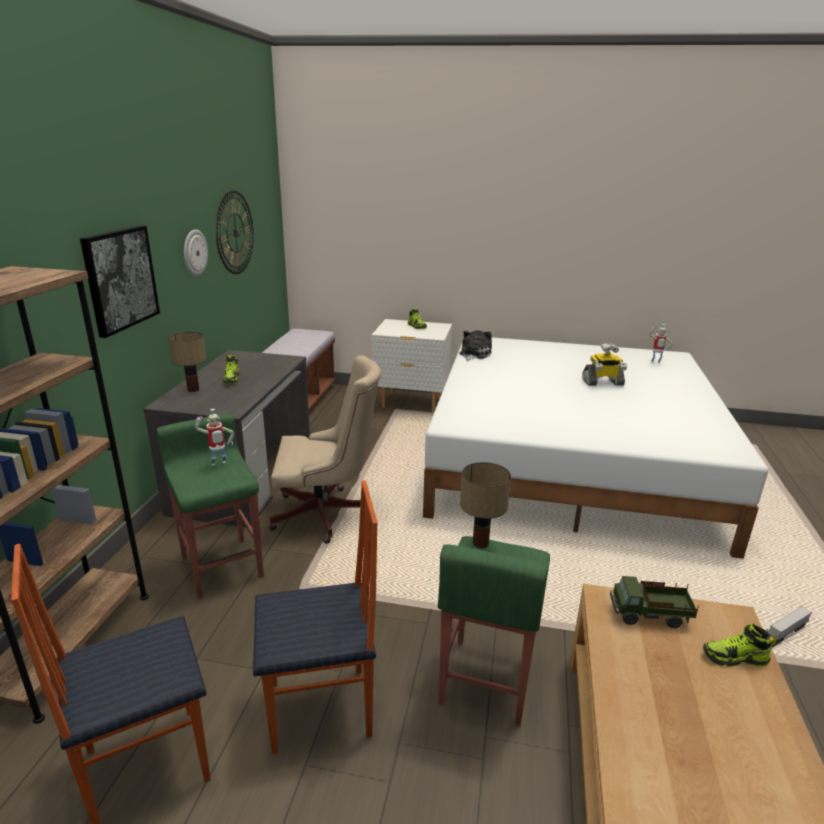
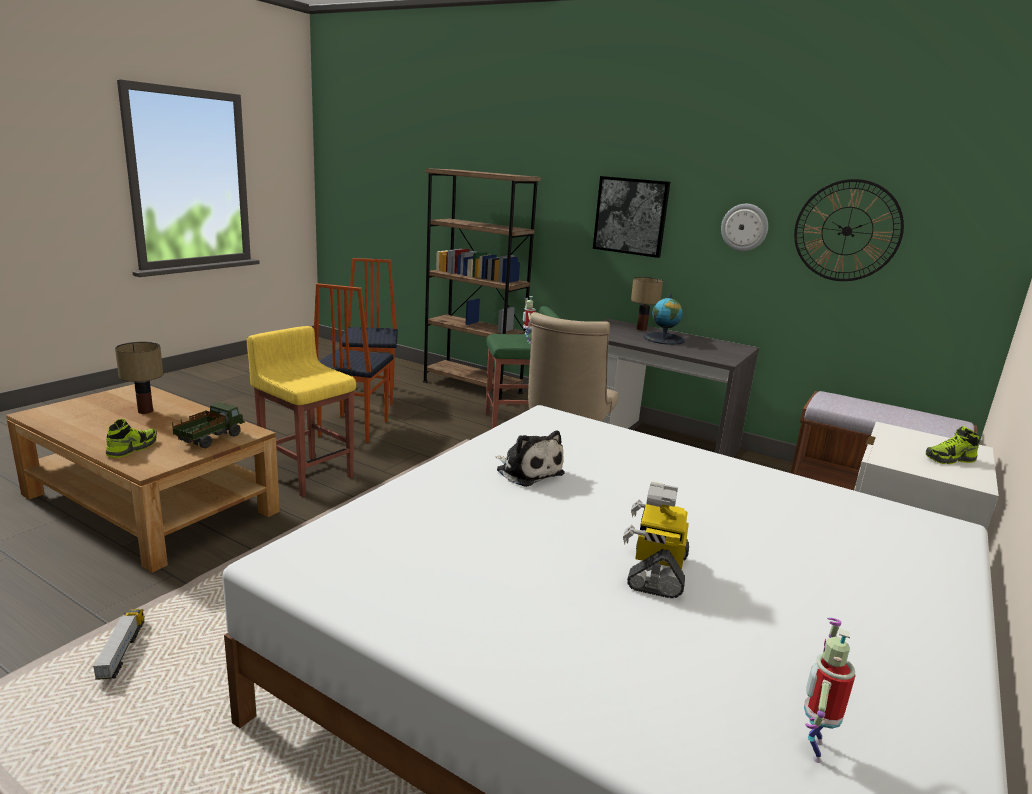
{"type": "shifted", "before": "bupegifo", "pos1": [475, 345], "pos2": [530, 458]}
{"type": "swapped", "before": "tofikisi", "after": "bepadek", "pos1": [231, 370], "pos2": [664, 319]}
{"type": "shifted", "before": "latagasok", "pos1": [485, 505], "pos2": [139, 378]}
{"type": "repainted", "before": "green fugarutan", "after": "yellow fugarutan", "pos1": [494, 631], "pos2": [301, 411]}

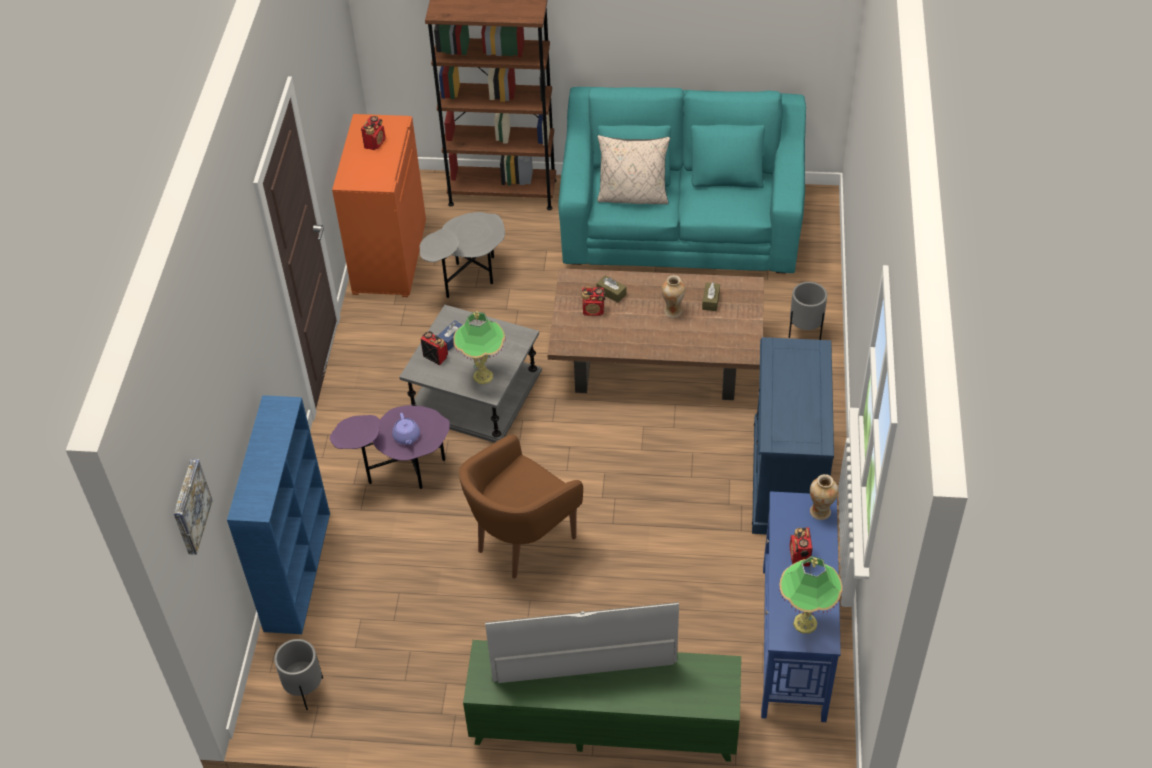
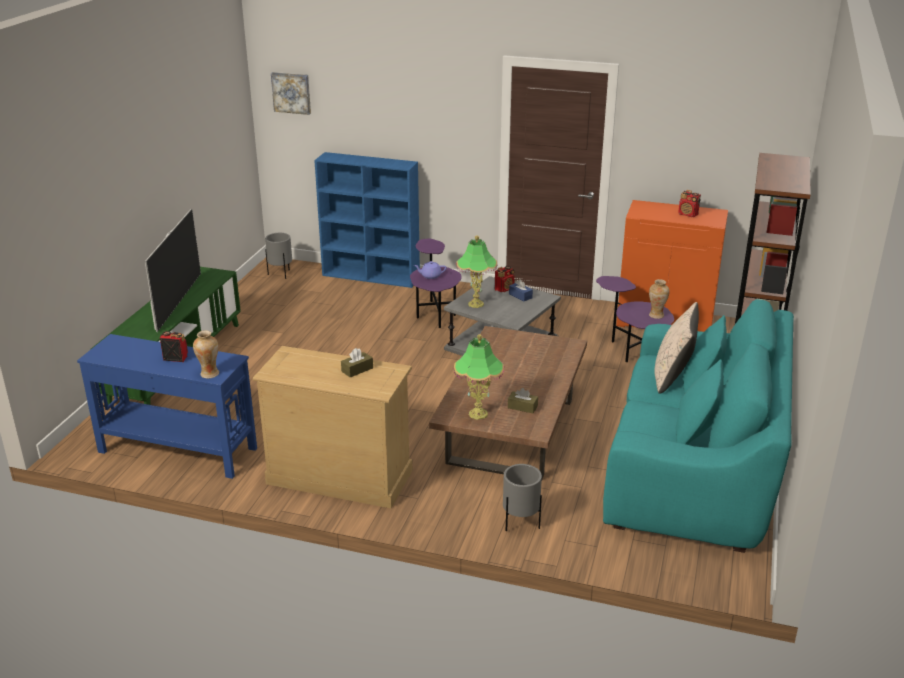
{"type": "repainted", "before": "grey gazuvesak", "after": "purple gazuvesak", "pos1": [462, 255], "pos2": [635, 319]}
{"type": "shifted", "before": "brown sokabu", "pos1": [611, 289], "pos2": [357, 363]}
{"type": "shifted", "before": "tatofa", "pos1": [673, 296], "pos2": [659, 299]}
{"type": "gone", "before": "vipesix", "pos1": [593, 301]}
{"type": "repainted", "before": "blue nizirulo", "after": "beige nizirulo", "pos1": [793, 436], "pos2": [333, 427]}
{"type": "gone", "before": "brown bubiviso", "pos1": [521, 507]}
{"type": "shifted", "before": "latagasok", "pos1": [811, 595], "pos2": [479, 377]}

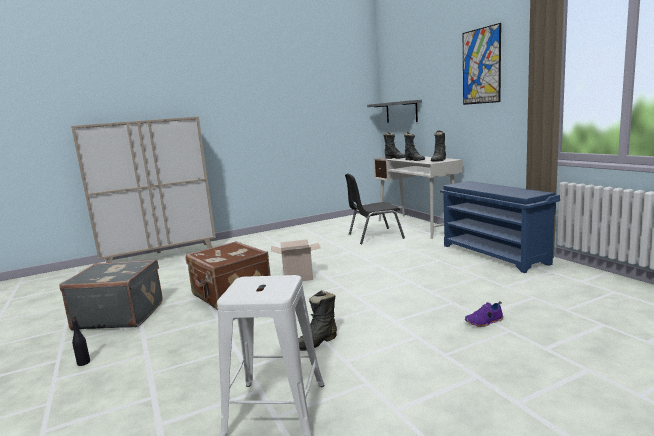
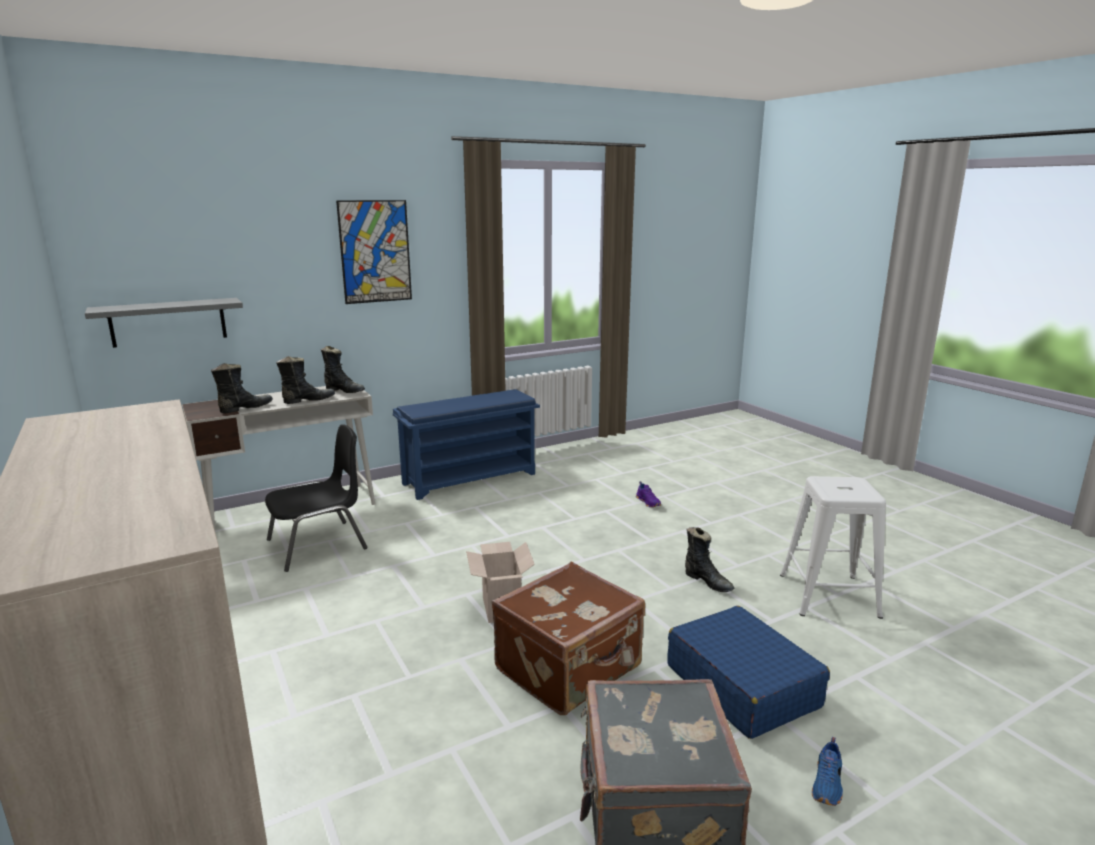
{"type": "rotated", "before": "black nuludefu", "pos1": [375, 209], "pos2": [316, 498], "turn": -105}
{"type": "swapped", "before": "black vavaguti", "after": "blue tofikisi", "pos1": [81, 341], "pos2": [827, 771]}
{"type": "new", "after": "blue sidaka", "pos2": [748, 672]}

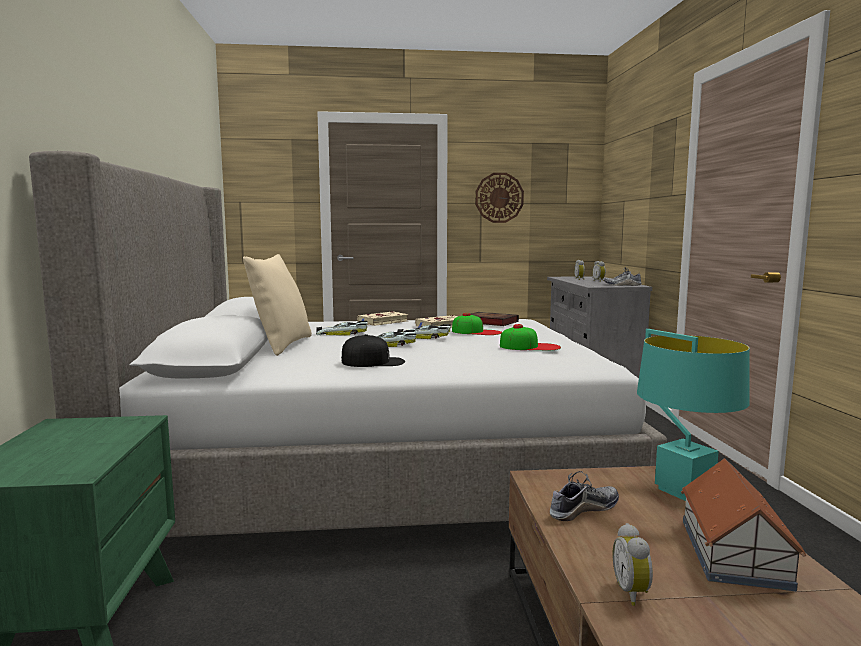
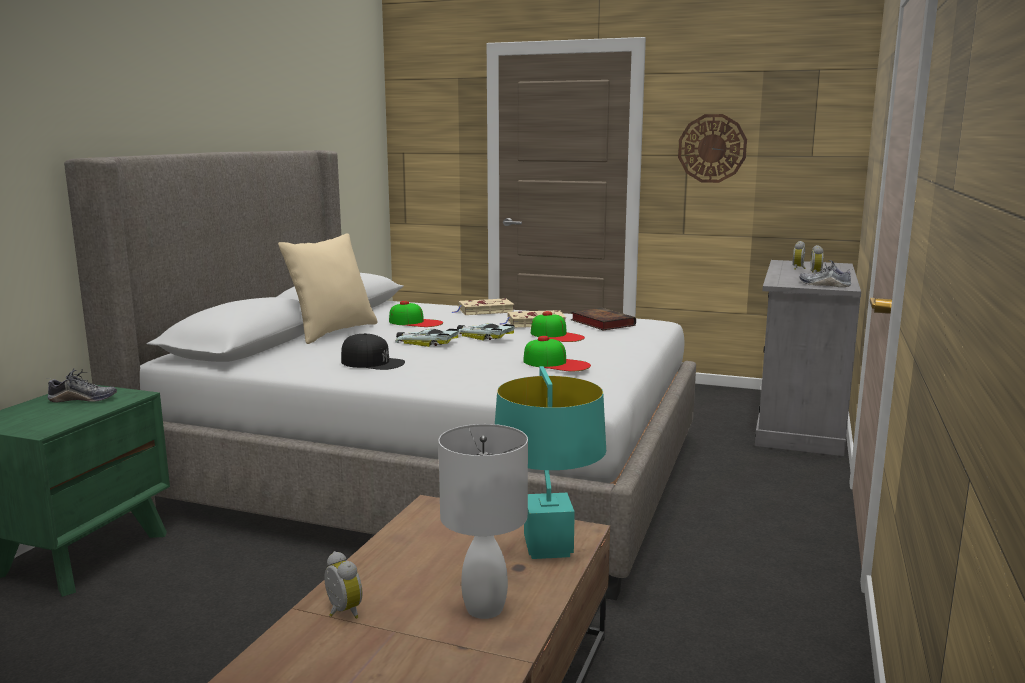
{"type": "swapped", "before": "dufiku", "after": "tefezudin", "pos1": [342, 328], "pos2": [416, 314]}
{"type": "swapped", "before": "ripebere", "after": "white latagasok", "pos1": [743, 524], "pos2": [483, 521]}
{"type": "shifted", "before": "tofikisi", "pos1": [584, 496], "pos2": [81, 385]}
{"type": "rotated", "before": "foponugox", "pos1": [633, 564], "pos2": [343, 585], "turn": 120}

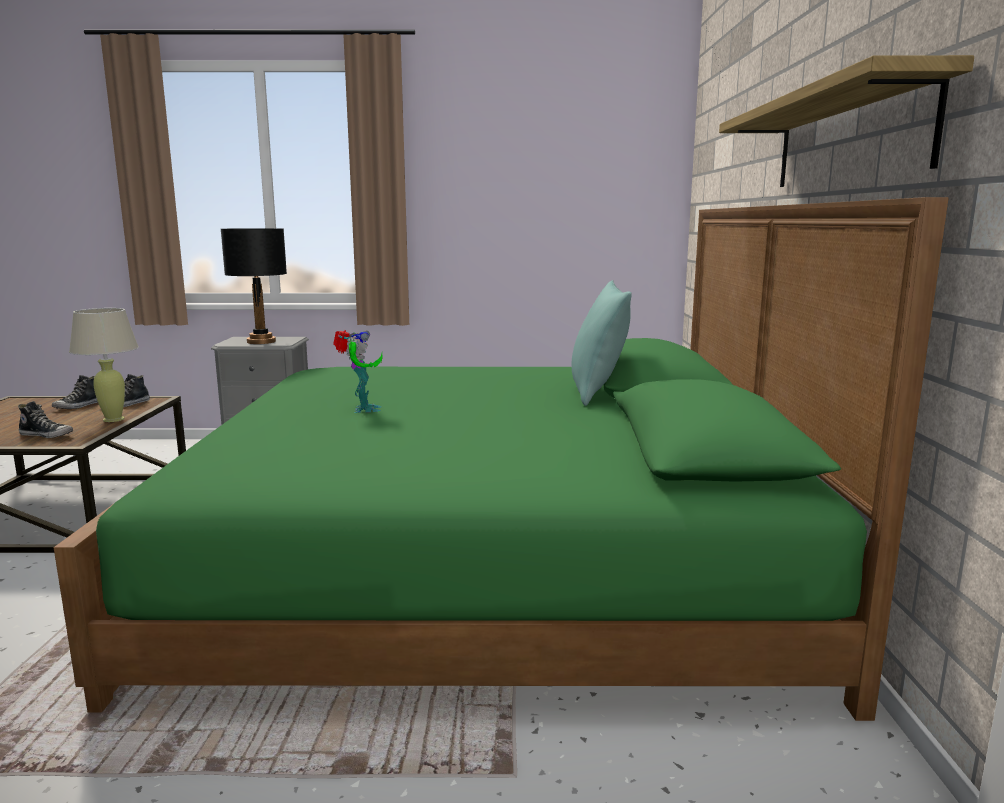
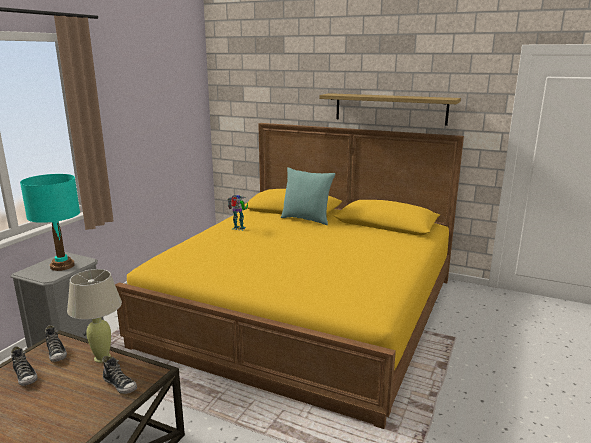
{"type": "repainted", "before": "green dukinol", "after": "yellow dukinol", "pos1": [501, 459], "pos2": [289, 276]}
{"type": "repainted", "before": "black latagasok", "after": "turquoise latagasok", "pos1": [254, 286], "pos2": [50, 222]}
{"type": "shifted", "before": "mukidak", "pos1": [358, 371], "pos2": [238, 213]}
{"type": "rotated", "before": "tofikisi", "pos1": [45, 419], "pos2": [119, 375], "turn": 90}

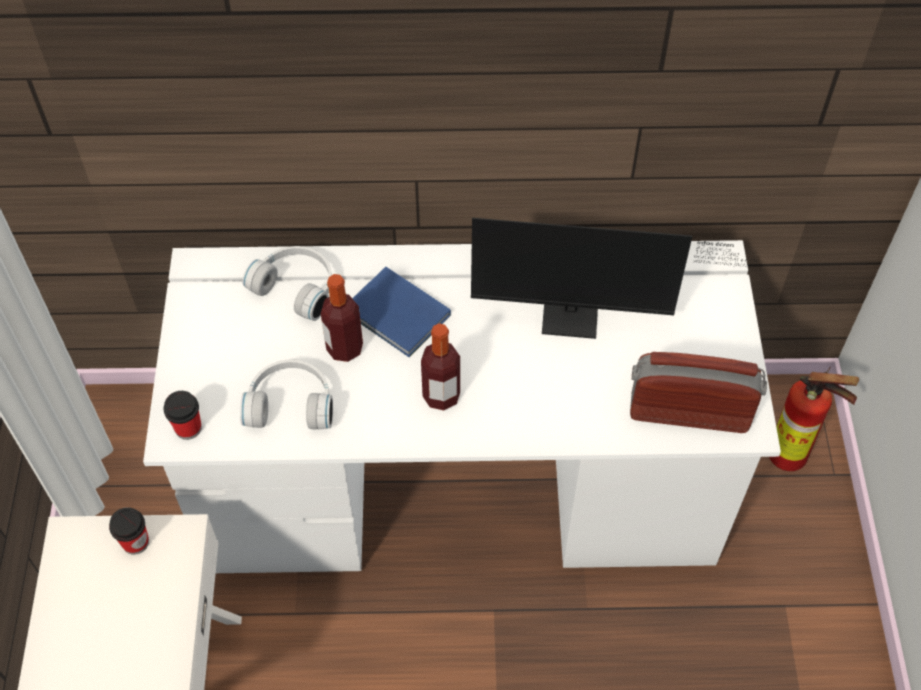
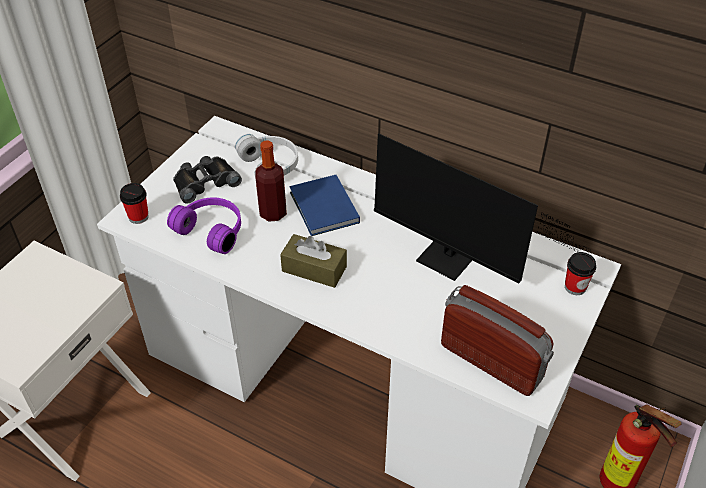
{"type": "swapped", "before": "vavaguti", "after": "brown sokabu", "pos1": [440, 366], "pos2": [313, 261]}
{"type": "repainted", "before": "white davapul", "after": "purple davapul", "pos1": [286, 394], "pos2": [204, 225]}
{"type": "shifted", "before": "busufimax", "pos1": [129, 531], "pos2": [580, 273]}
{"type": "new", "after": "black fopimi", "pos2": [207, 180]}

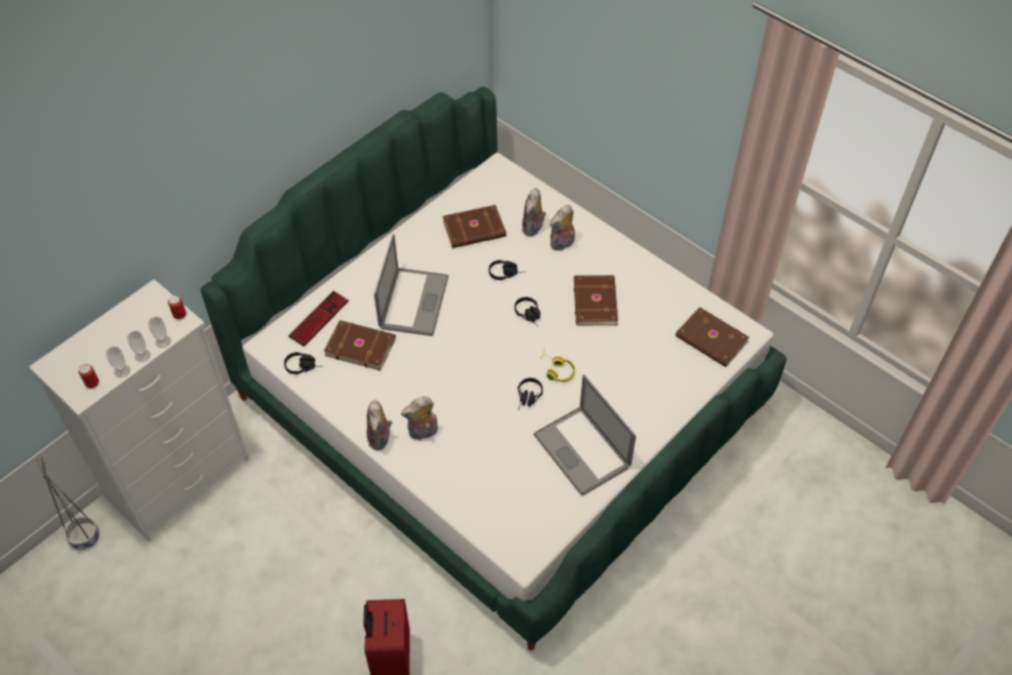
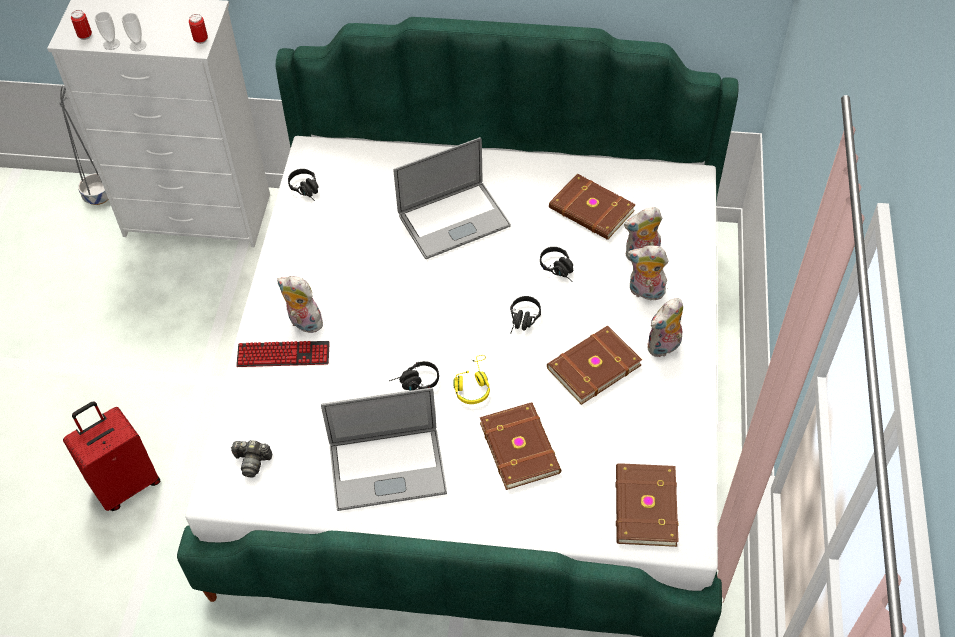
{"type": "shifted", "before": "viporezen", "pos1": [318, 319], "pos2": [283, 354]}
{"type": "gone", "before": "busufimax", "pos1": [159, 332]}
{"type": "shifted", "before": "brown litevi", "pos1": [360, 345], "pos2": [520, 446]}
{"type": "rotated", "before": "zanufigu", "pos1": [584, 435], "pos2": [384, 449], "turn": -120}
{"type": "shifted", "before": "bupegifo", "pos1": [379, 425], "pos2": [665, 327]}
{"type": "new", "after": "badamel", "pos2": [251, 459]}

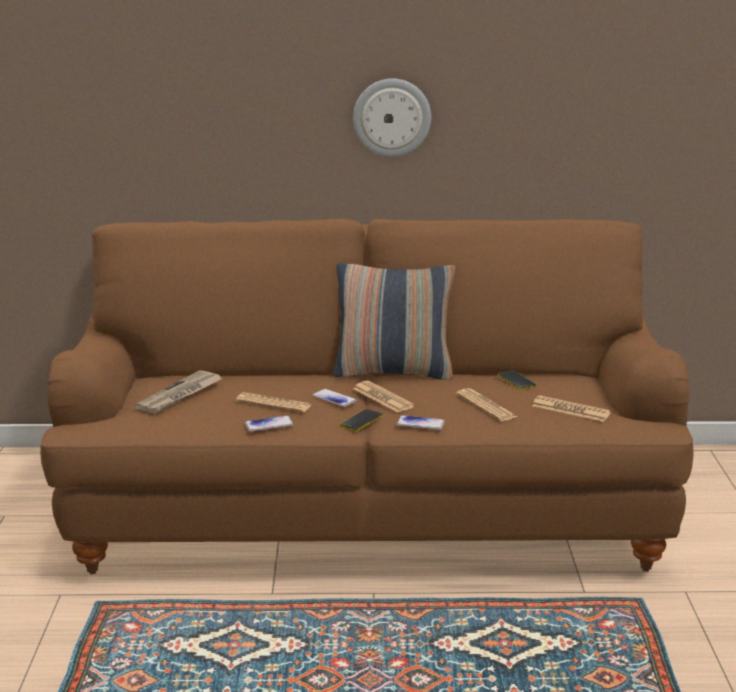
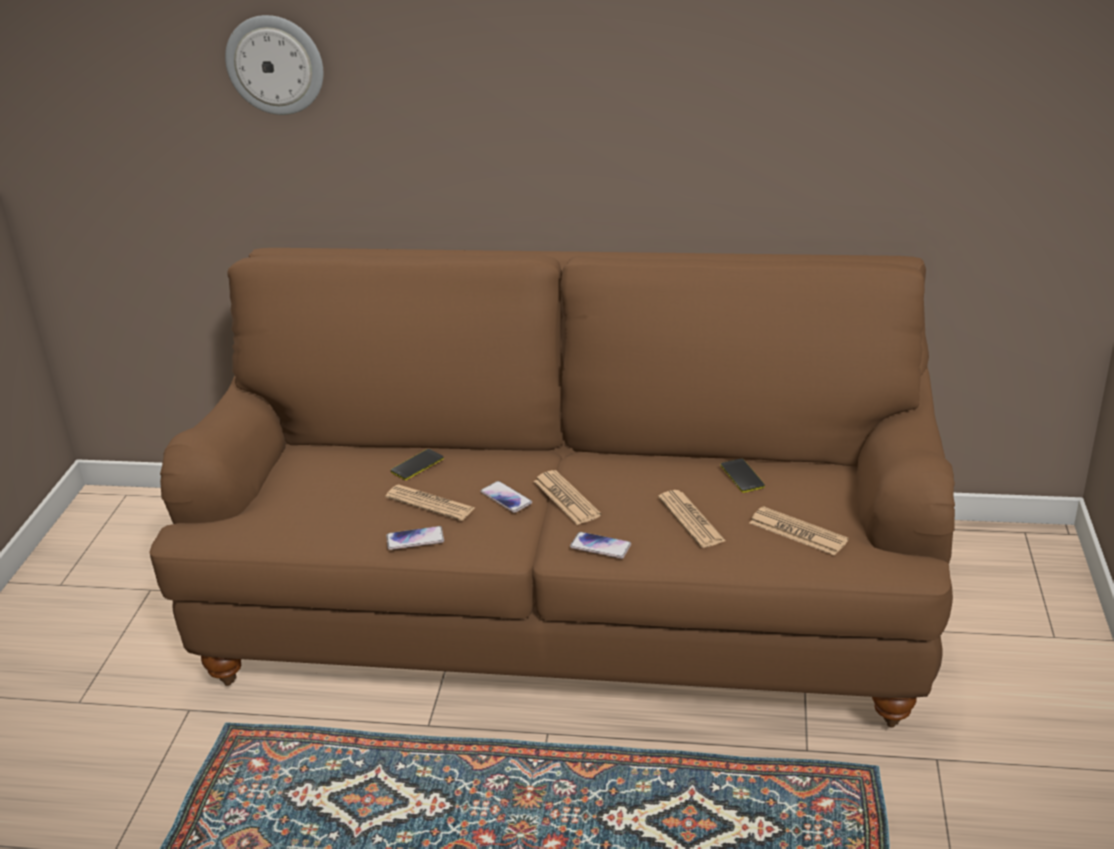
{"type": "shifted", "before": "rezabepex", "pos1": [392, 118], "pos2": [274, 65]}
{"type": "gone", "before": "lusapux", "pos1": [394, 321]}
{"type": "gone", "before": "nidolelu", "pos1": [178, 392]}
{"type": "shifted", "before": "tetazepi", "pos1": [361, 420], "pos2": [417, 464]}

